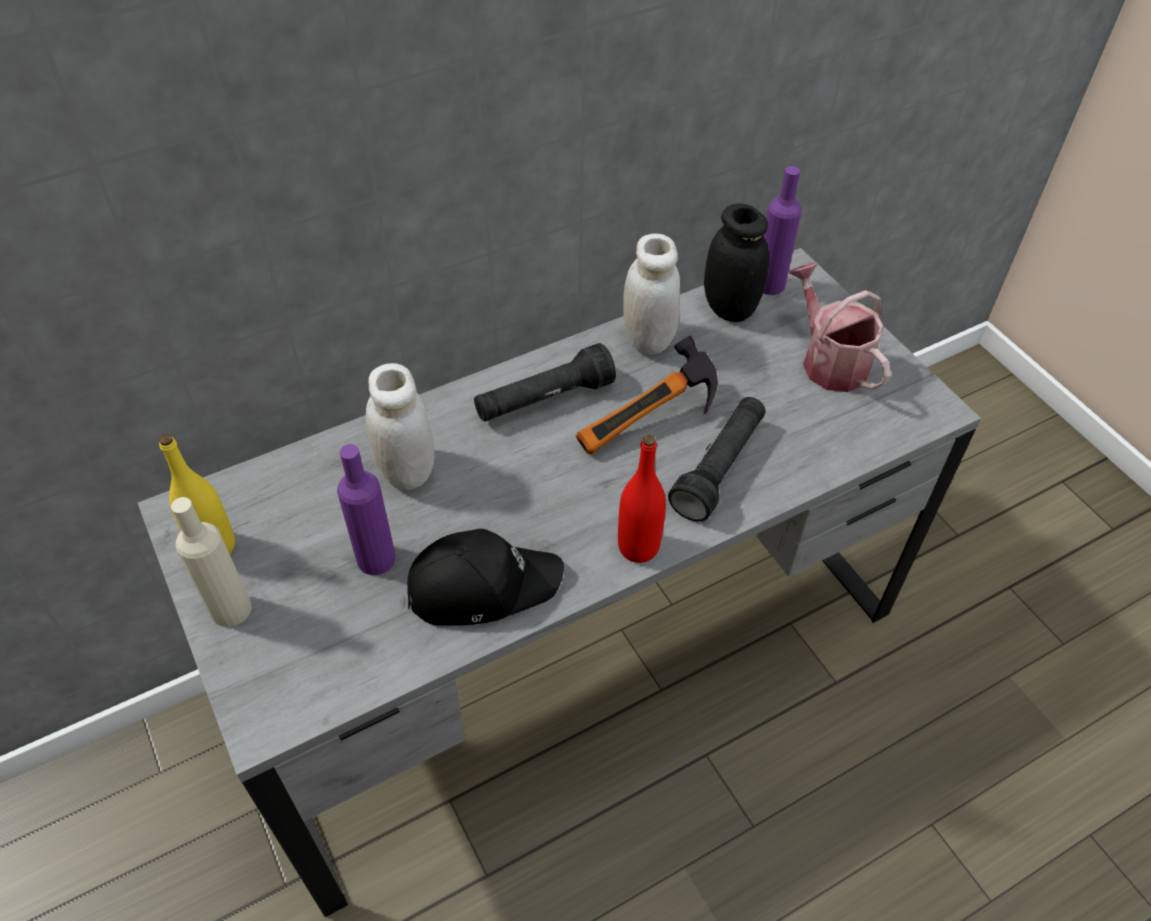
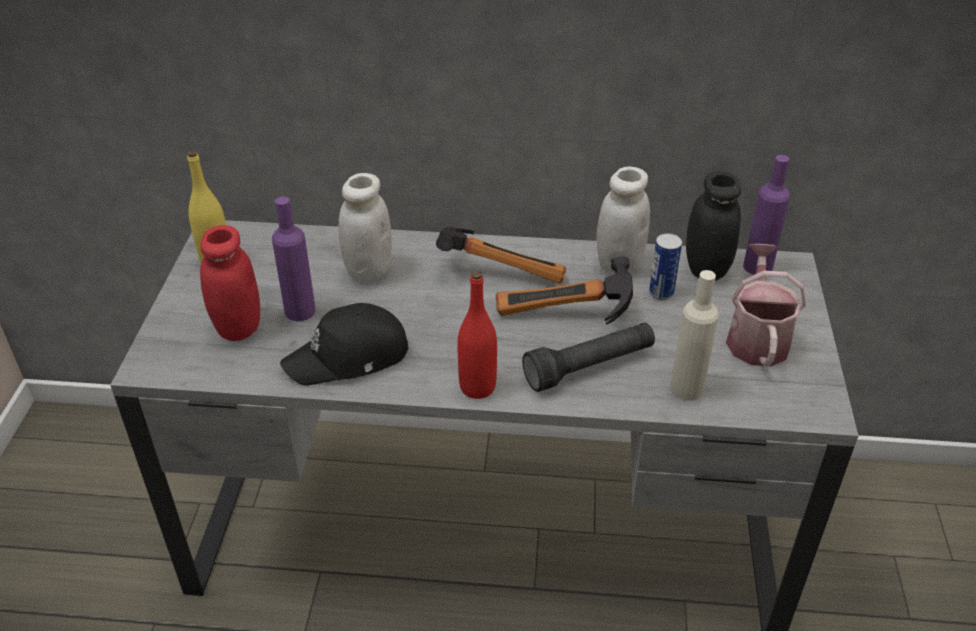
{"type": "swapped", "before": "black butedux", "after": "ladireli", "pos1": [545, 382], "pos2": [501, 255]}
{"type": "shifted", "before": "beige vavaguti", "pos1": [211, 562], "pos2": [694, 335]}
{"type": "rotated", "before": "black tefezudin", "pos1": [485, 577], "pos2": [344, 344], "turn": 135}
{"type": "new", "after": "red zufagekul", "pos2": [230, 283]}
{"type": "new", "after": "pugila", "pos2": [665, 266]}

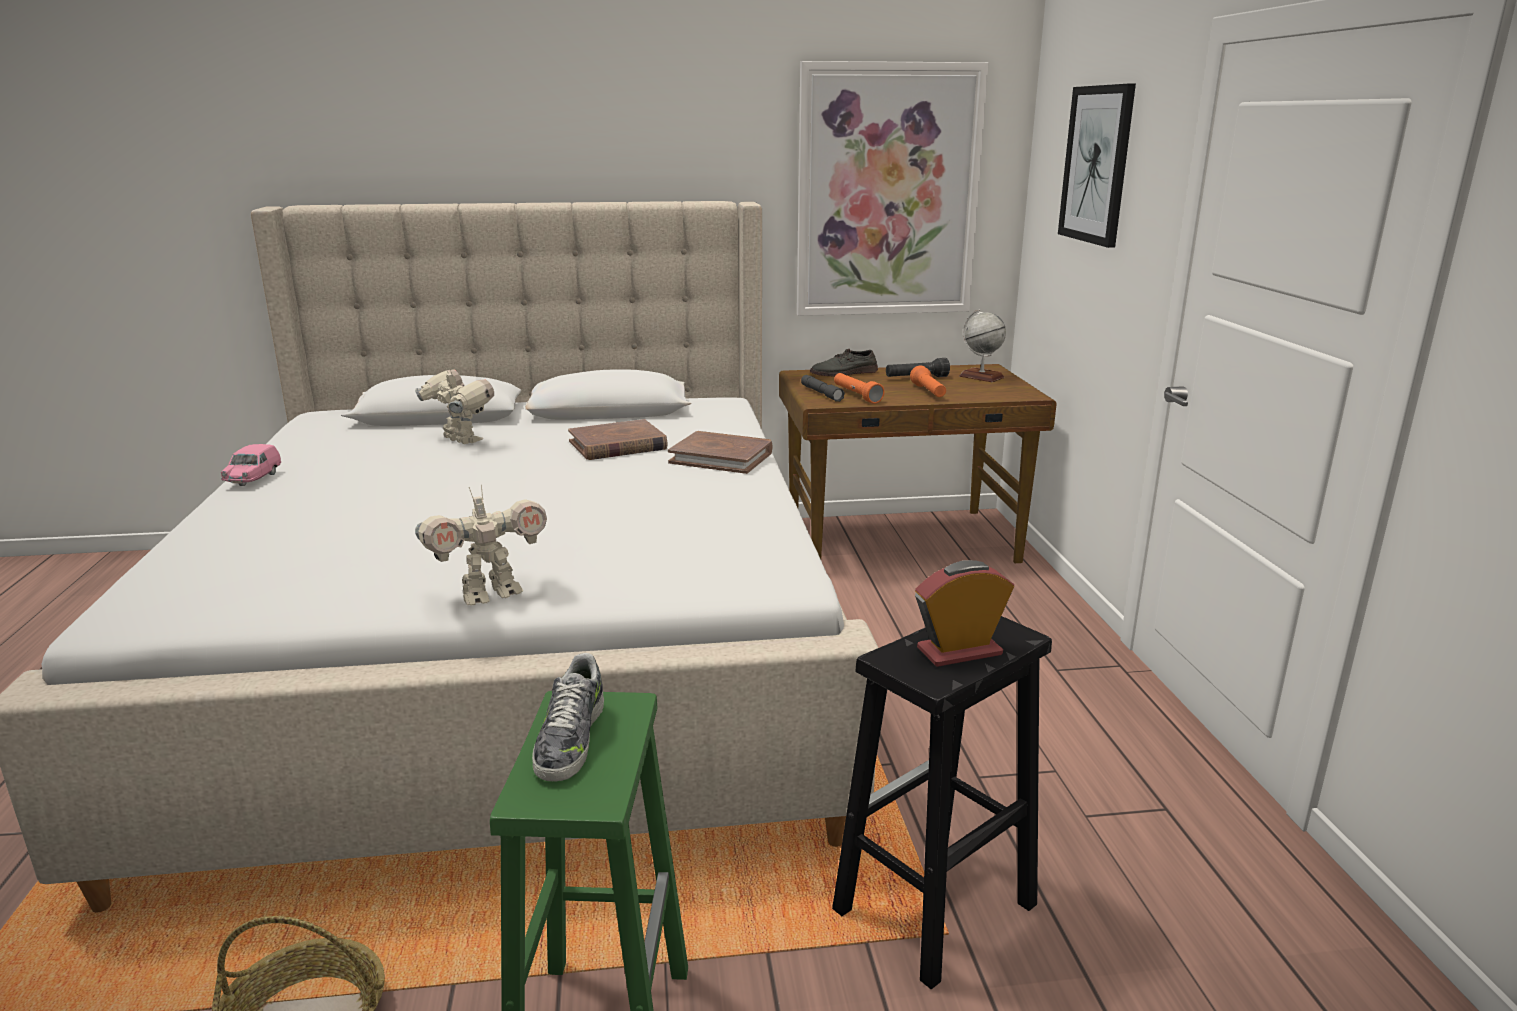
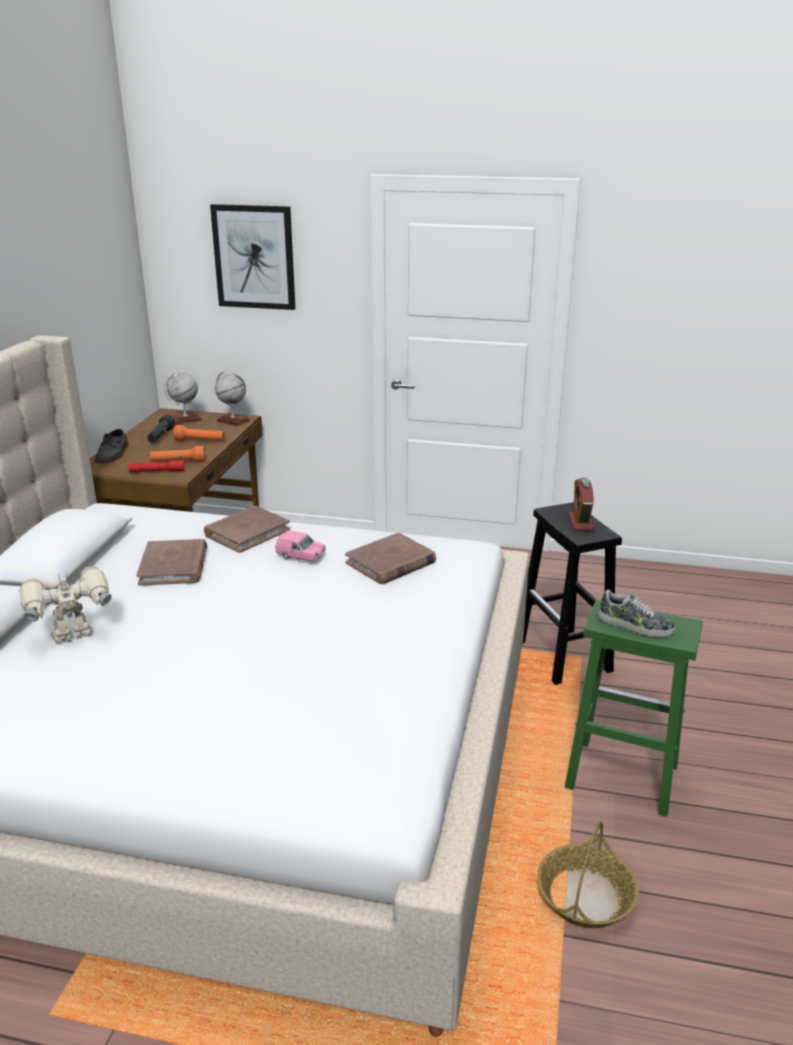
{"type": "gone", "before": "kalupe", "pos1": [893, 188]}
{"type": "repainted", "before": "grey butedux", "after": "red butedux", "pos1": [823, 388], "pos2": [156, 466]}
{"type": "shifted", "before": "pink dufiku", "pos1": [251, 465], "pos2": [300, 546]}
{"type": "gone", "before": "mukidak", "pos1": [481, 545]}
{"type": "new", "after": "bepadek", "pos2": [232, 398]}
{"type": "new", "after": "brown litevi", "pos2": [390, 558]}

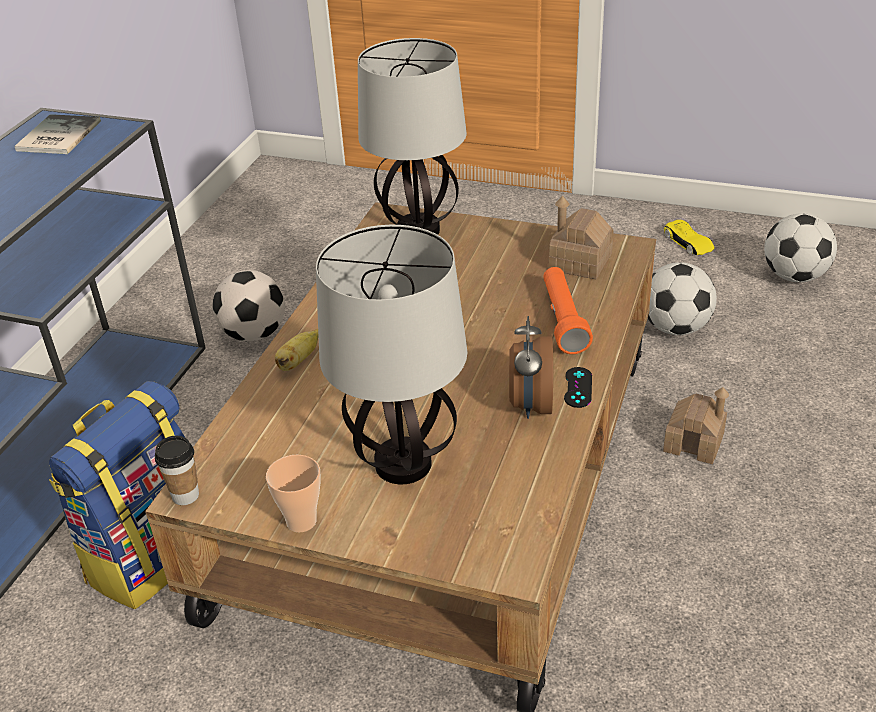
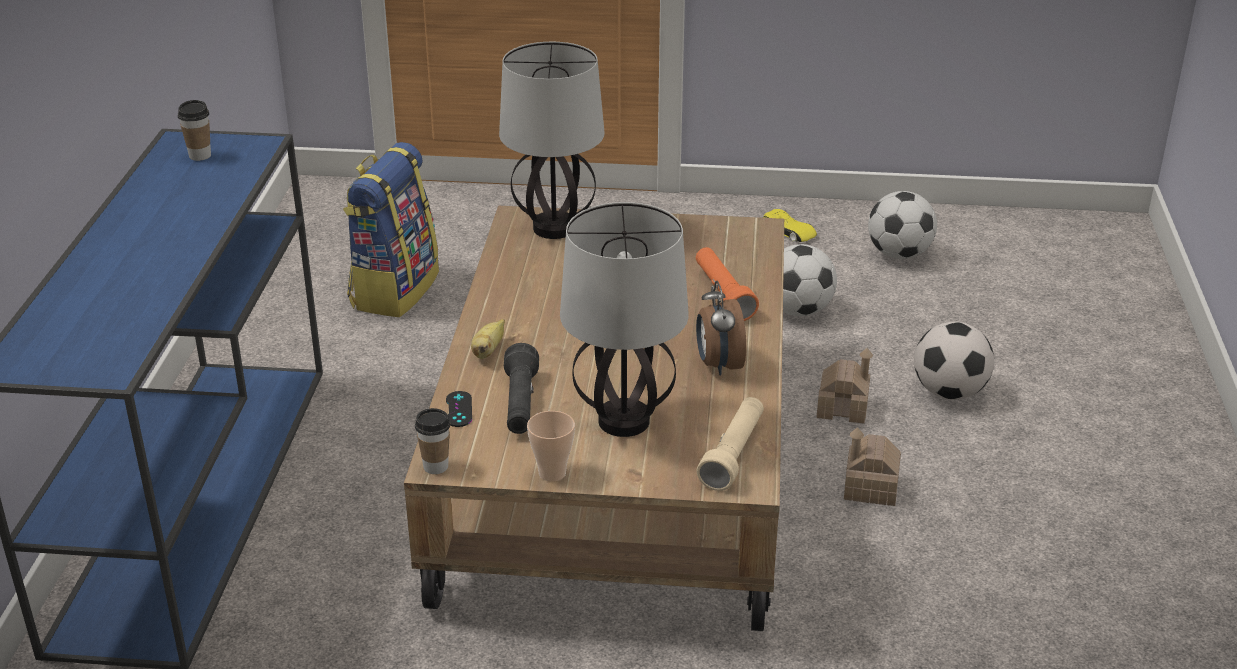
{"type": "swapped", "before": "litevi", "after": "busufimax", "pos1": [57, 134], "pos2": [194, 130]}
{"type": "shifted", "before": "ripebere", "pos1": [581, 237], "pos2": [872, 466]}
{"type": "shifted", "before": "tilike", "pos1": [248, 305], "pos2": [954, 361]}
{"type": "shifted", "before": "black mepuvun", "pos1": [578, 387], "pos2": [459, 409]}
{"type": "shifted", "before": "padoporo", "pos1": [117, 495], "pos2": [391, 229]}
{"type": "new", "after": "black butedux", "pos2": [521, 388]}
{"type": "new", "after": "beige butedux", "pos2": [730, 444]}

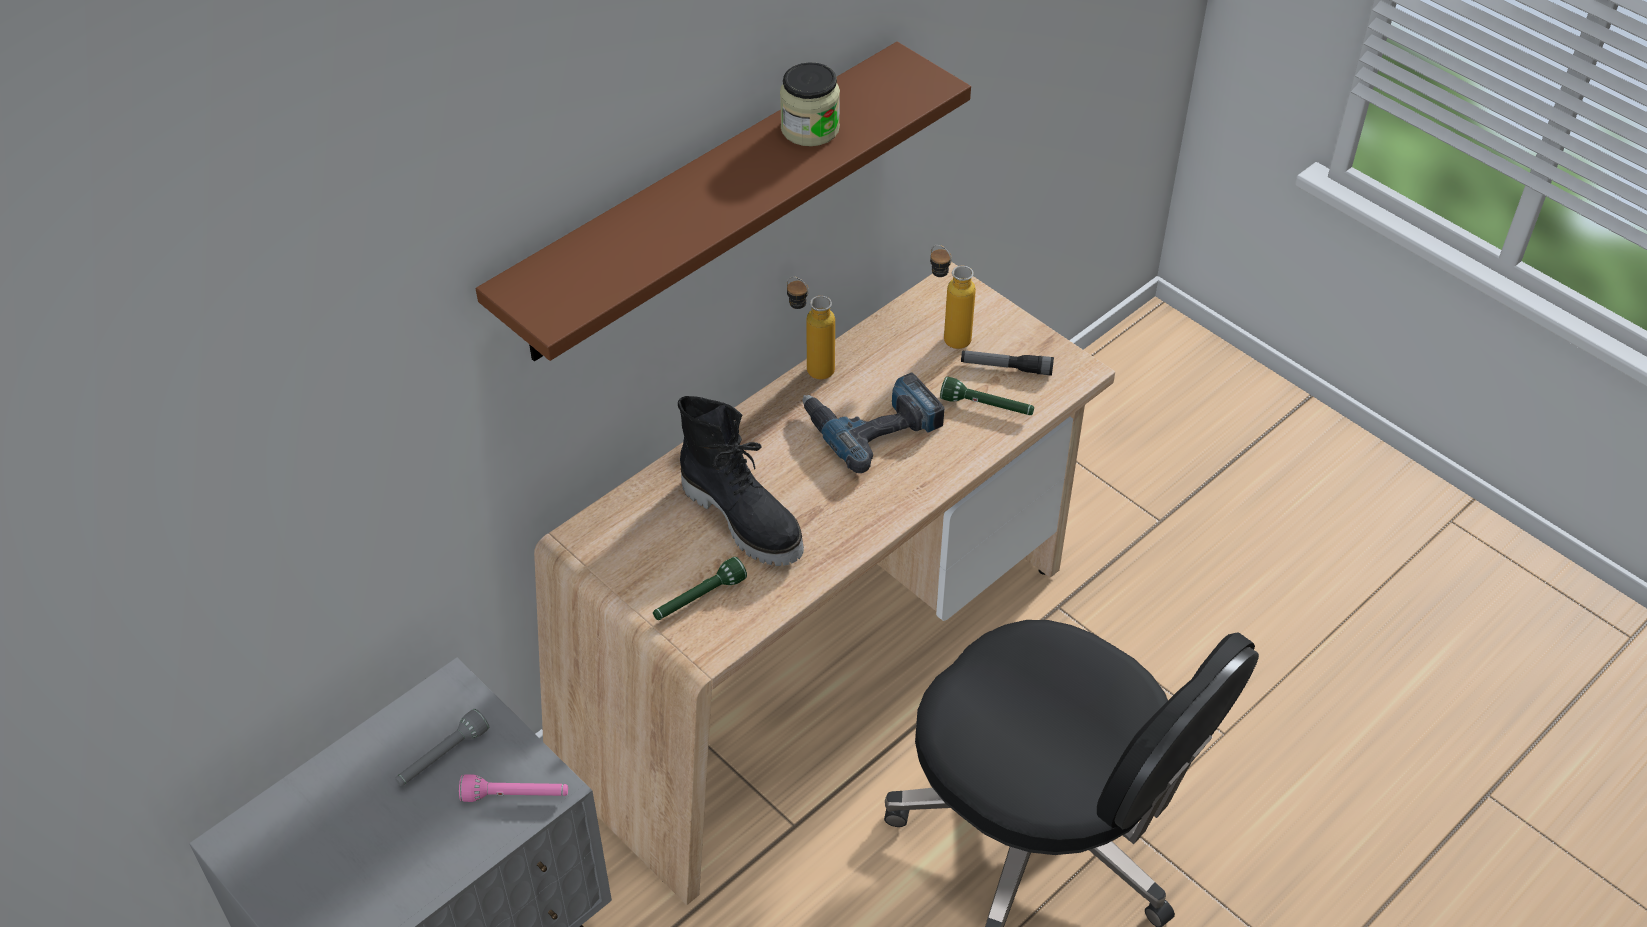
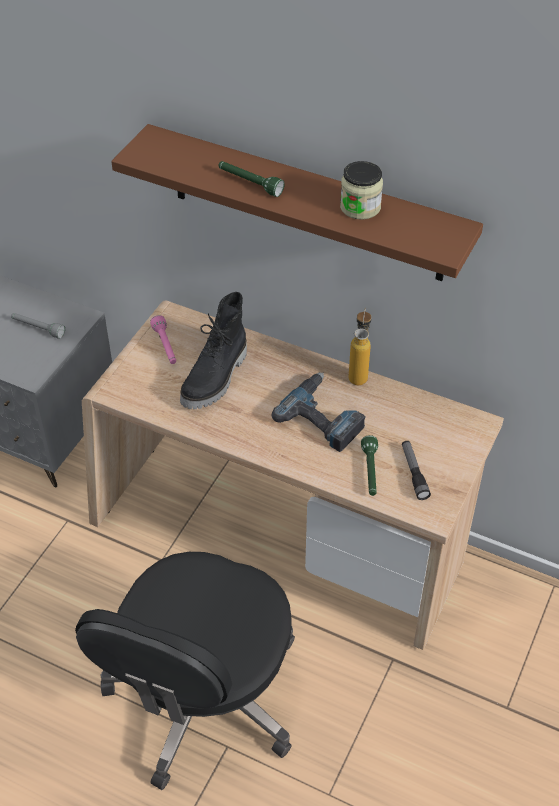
{"type": "gone", "before": "vavaguti", "pos1": [953, 297]}
{"type": "shifted", "before": "green butedux", "pos1": [700, 588], "pos2": [251, 179]}
{"type": "shifted", "before": "pink butedux", "pos1": [513, 788], "pos2": [163, 339]}

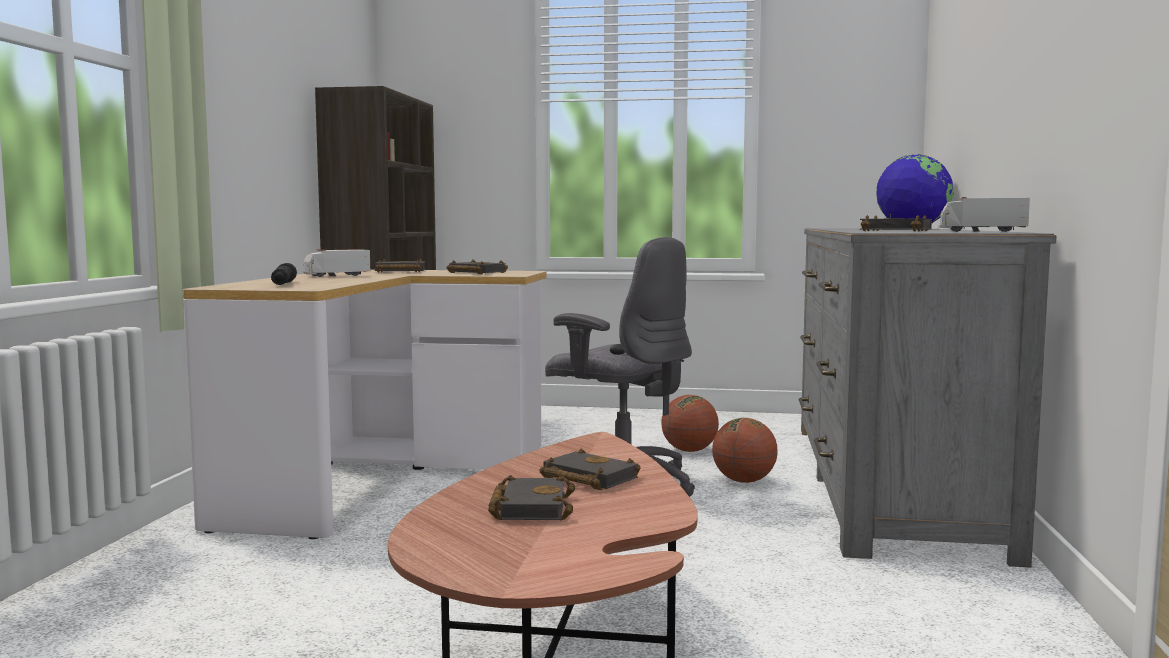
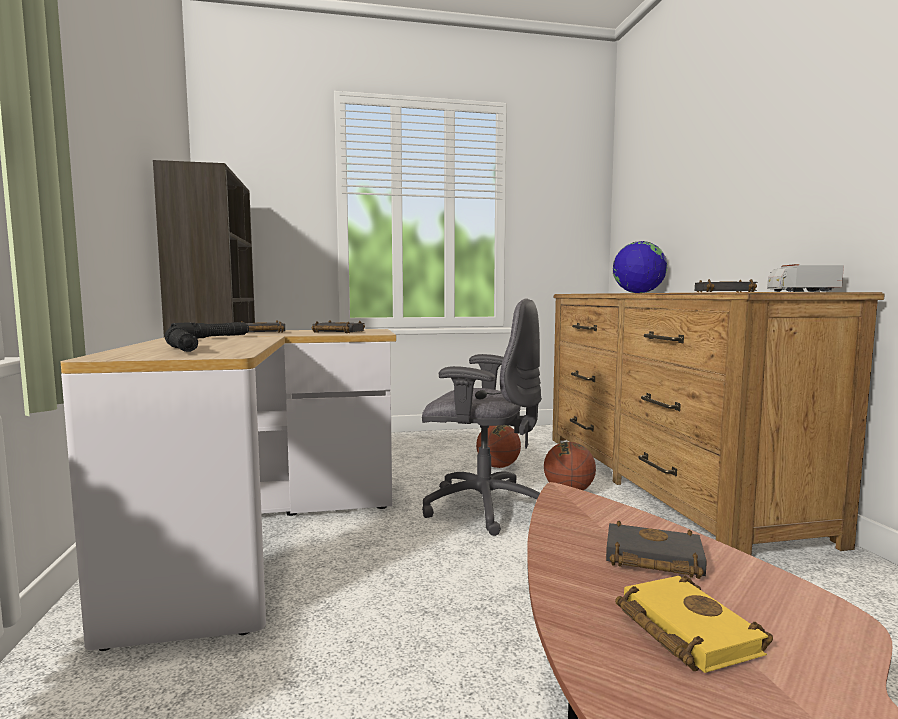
{"type": "repainted", "before": "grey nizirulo", "after": "brown nizirulo", "pos1": [928, 398], "pos2": [718, 424]}
{"type": "swapped", "before": "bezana", "after": "black butedux", "pos1": [336, 263], "pos2": [209, 330]}
{"type": "repainted", "before": "black litevi", "after": "yellow litevi", "pos1": [531, 498], "pos2": [694, 624]}

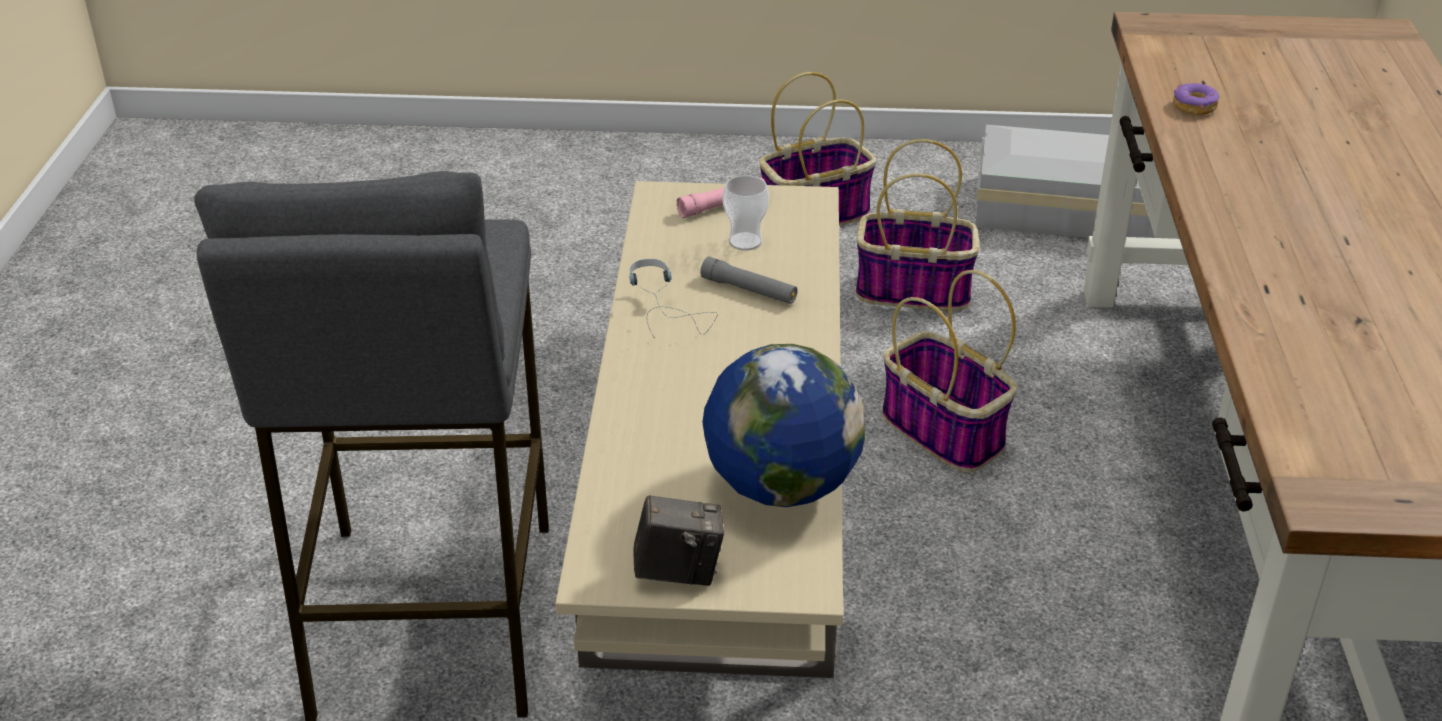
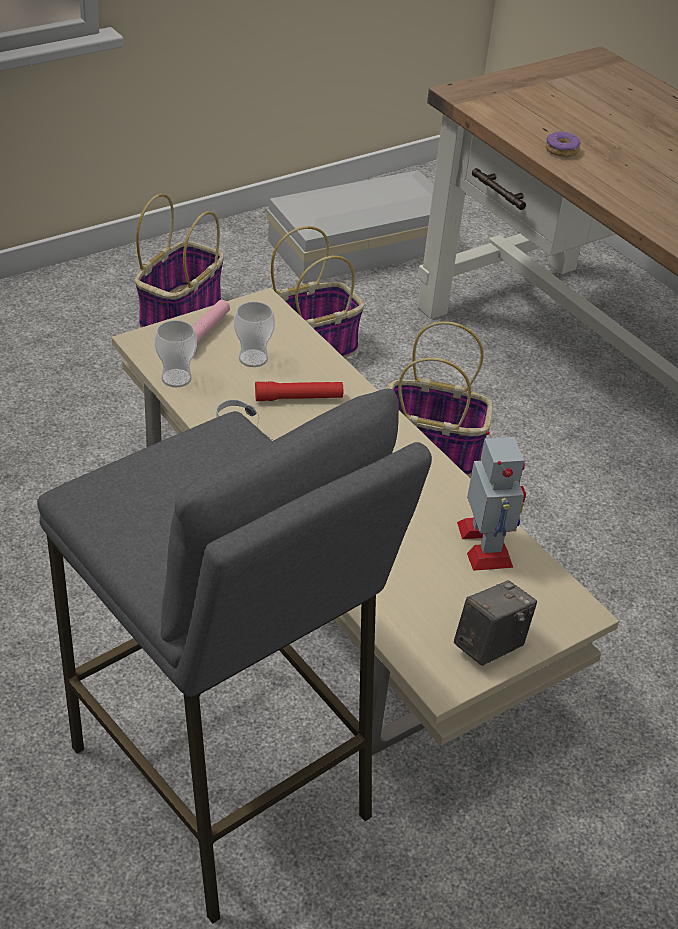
{"type": "repainted", "before": "grey butedux", "after": "red butedux", "pos1": [749, 280], "pos2": [299, 391]}
{"type": "swapped", "before": "bepadek", "after": "mukidak", "pos1": [783, 425], "pos2": [491, 501]}
{"type": "new", "after": "busufimax", "pos2": [175, 353]}

